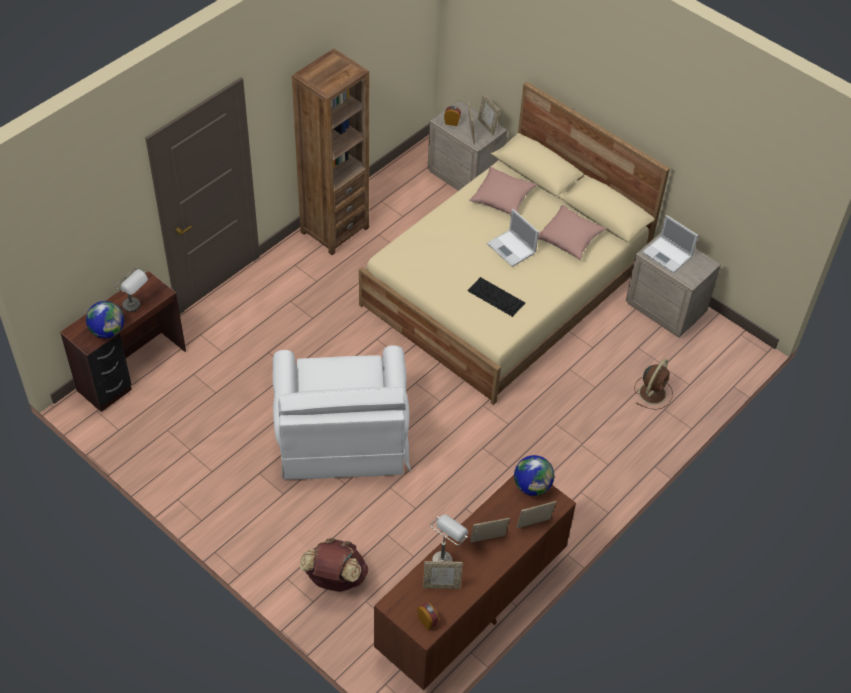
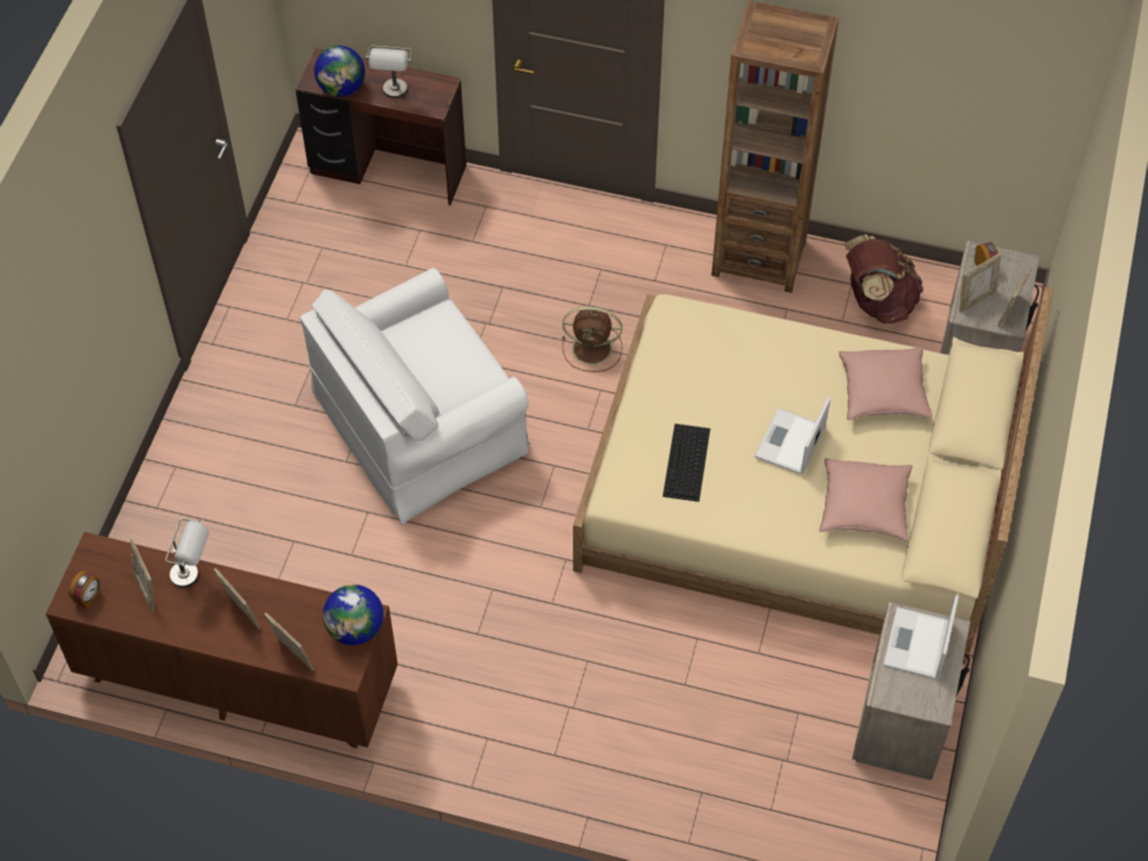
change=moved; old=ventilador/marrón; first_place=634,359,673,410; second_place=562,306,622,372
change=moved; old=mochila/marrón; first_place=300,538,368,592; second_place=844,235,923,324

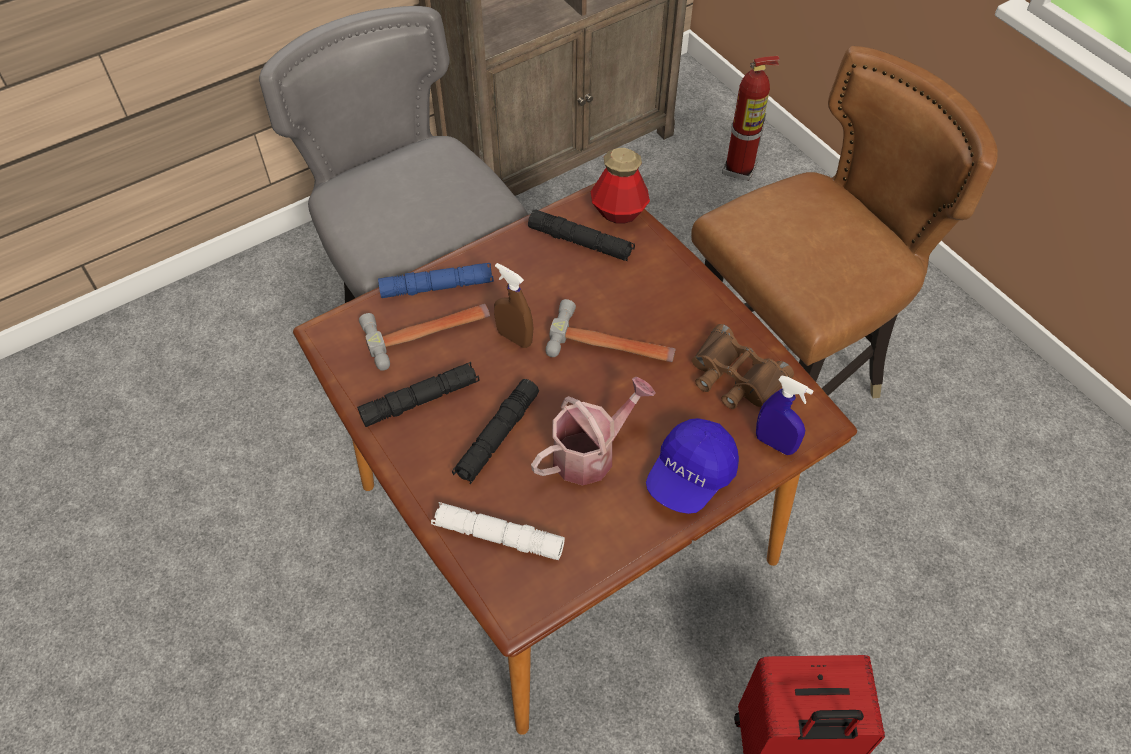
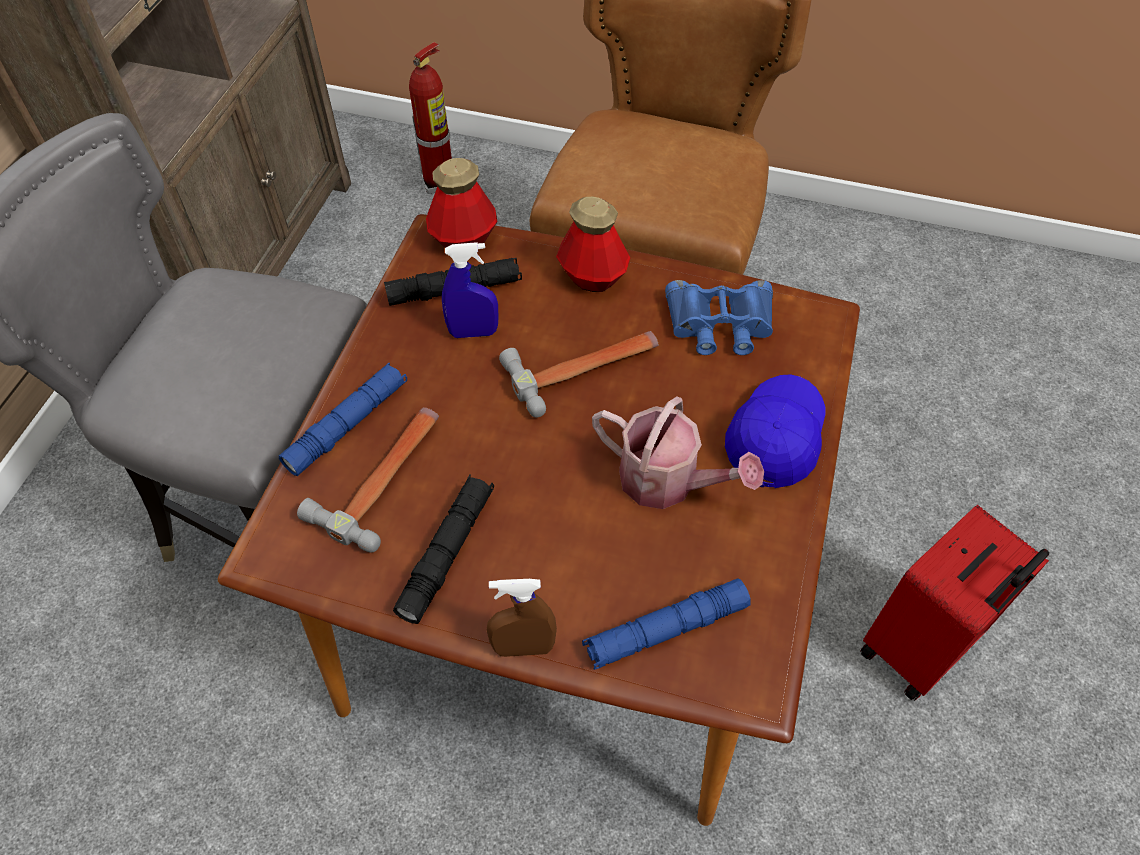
change=moved; old=pulverizador/marrón; first_place=494,263,533,348; second_place=487,579,557,657
change=recoloured; old=prismáticos/marrón; new=prismáticos/azul; first_place=692,324,794,409; second_place=665,280,773,355
change=moved; old=pulverizador/azul; first_place=756,375,813,455; second_place=442,242,499,338
change=turned; old=regadera; first_place=531,376,656,485; second_place=592,396,764,509; degrees=105
change=removed; old=linterna/negro; first_place=452,379,539,484
change=turned; old=gorra/azul; first_place=646,418,739,514; second_place=725,374,825,488; degrees=-150
change=recoloured; old=linterna/blanco; new=linterna/azul; first_place=431,502,565,560; second_place=582,579,751,670
change=added; new=botella; second_place=556,197,630,292

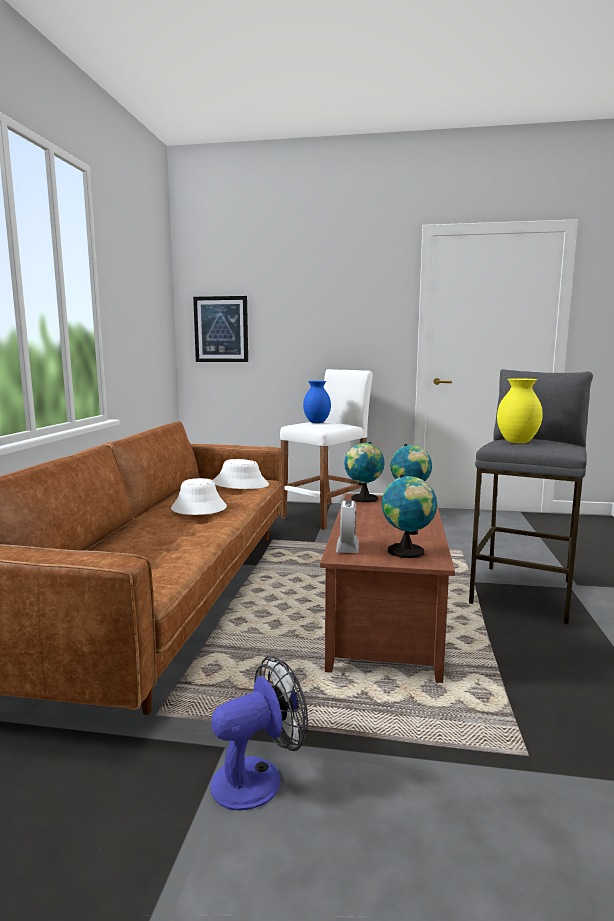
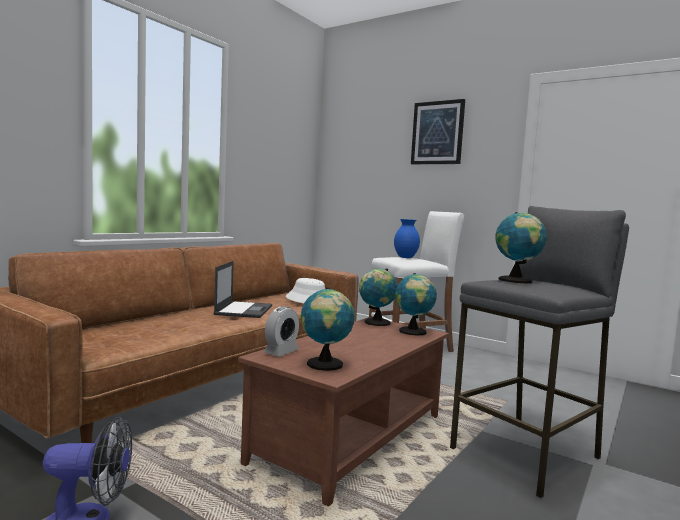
change=moved; old=cuadro; first_place=193,296,248,362; second_place=411,99,465,165
change=replaced; old=florero/amarillo; new=globo terráqueo; first_place=497,378,543,443; second_place=495,212,547,283
change=replaced; old=sombrero/blanco; new=portátil; first_place=171,478,227,515; second_place=214,261,272,318

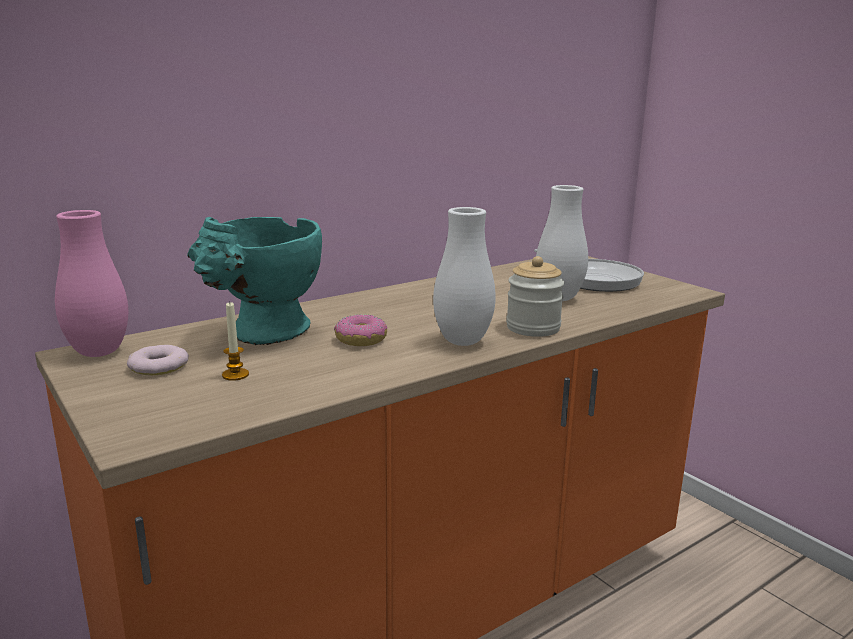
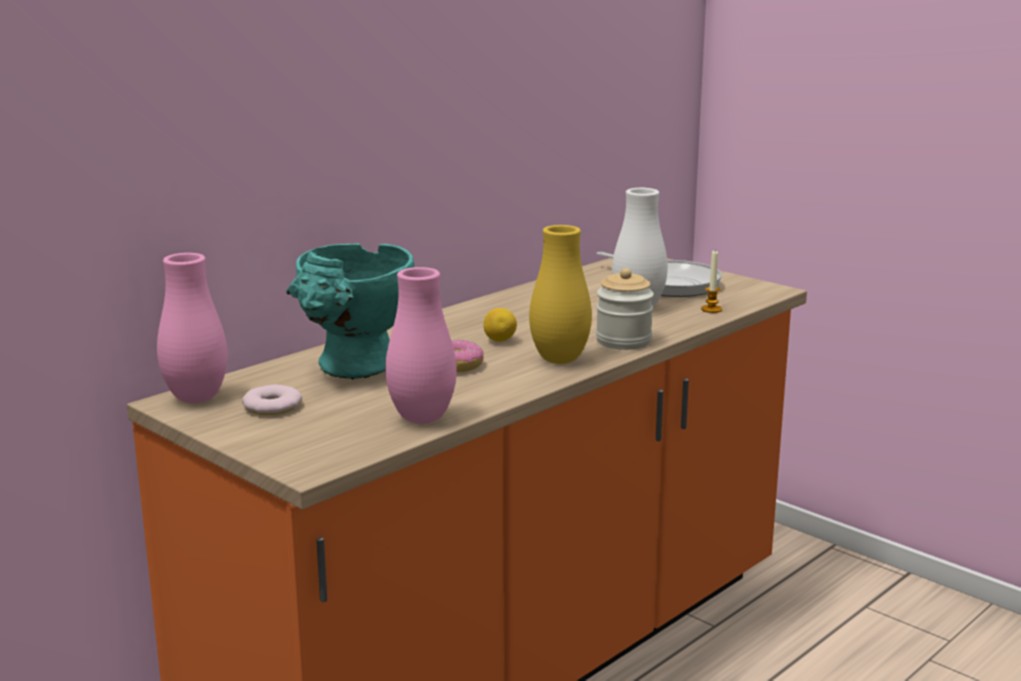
change=recoloured; old=florero/blanco; new=florero/amarillo; first_place=433,207,496,346; second_place=529,225,592,364
change=moved; old=vela; first_place=222,302,249,381; second_place=701,251,722,313
change=added; new=florero/rosa; second_place=385,267,457,424
change=added; new=limón; second_place=483,308,517,342

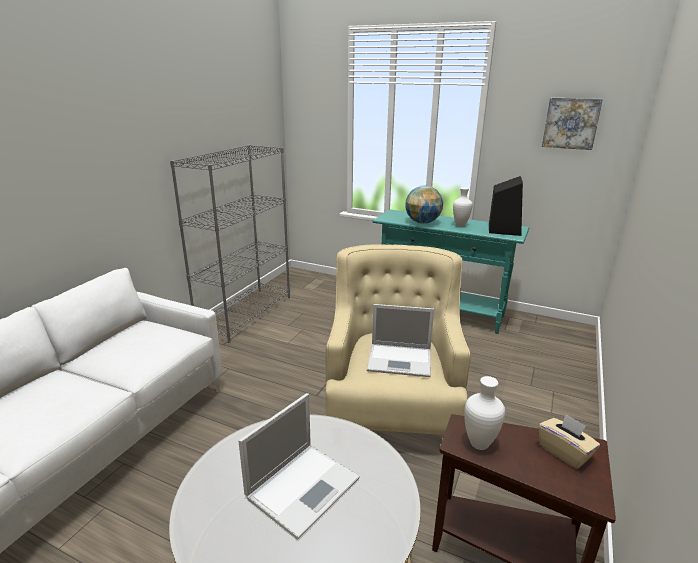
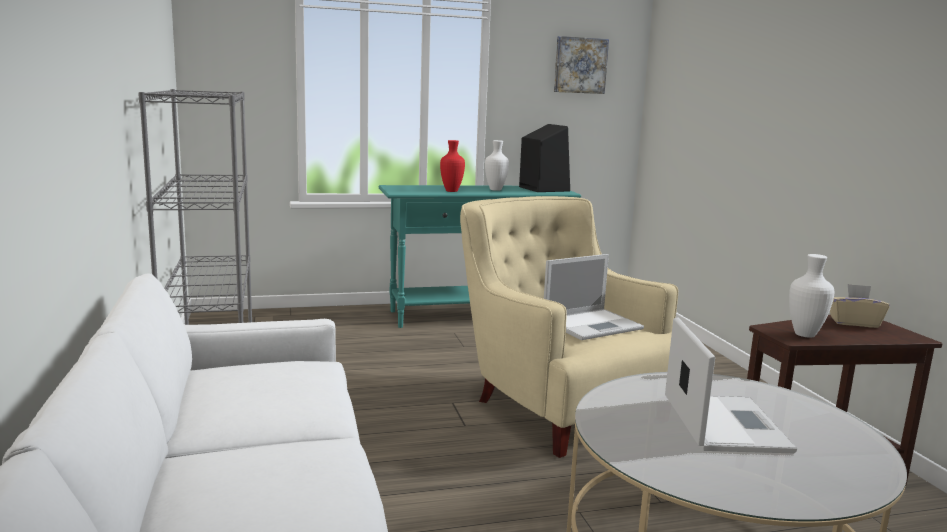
change=replaced; old=globo terráqueo; new=florero/rojo; first_place=405,186,443,224; second_place=440,140,465,192

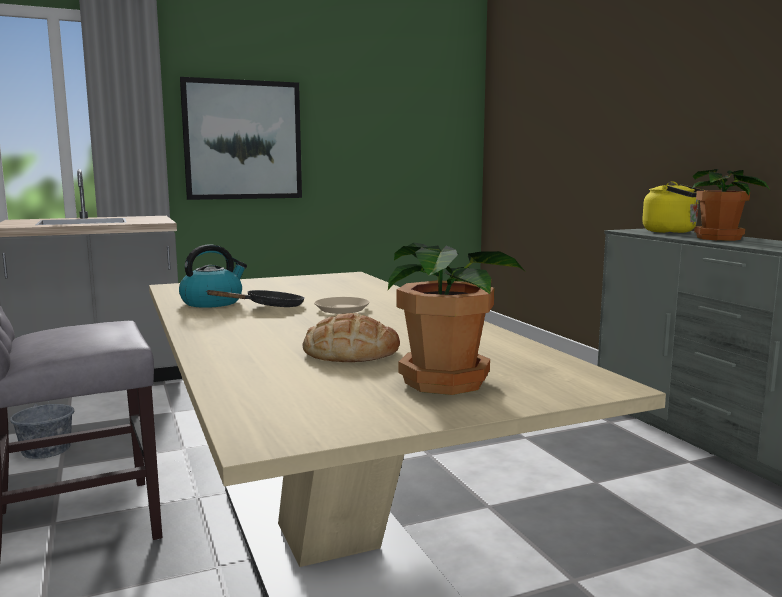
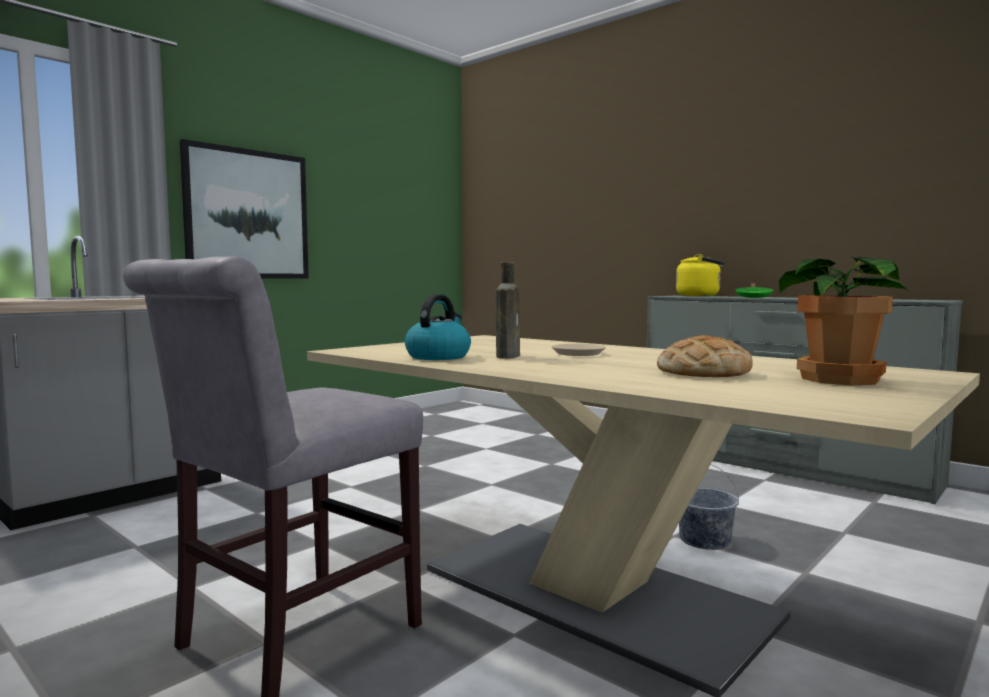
change=replaced; old=planta en maceta; new=sartén/verde; first_place=692,169,770,241; second_place=735,283,774,298
change=replaced; old=sartén/negro; new=botella/marrón; first_place=206,290,304,307; second_place=496,262,520,359
change=moved; old=cubo/gris; first_place=10,401,74,459; second_place=679,464,739,550

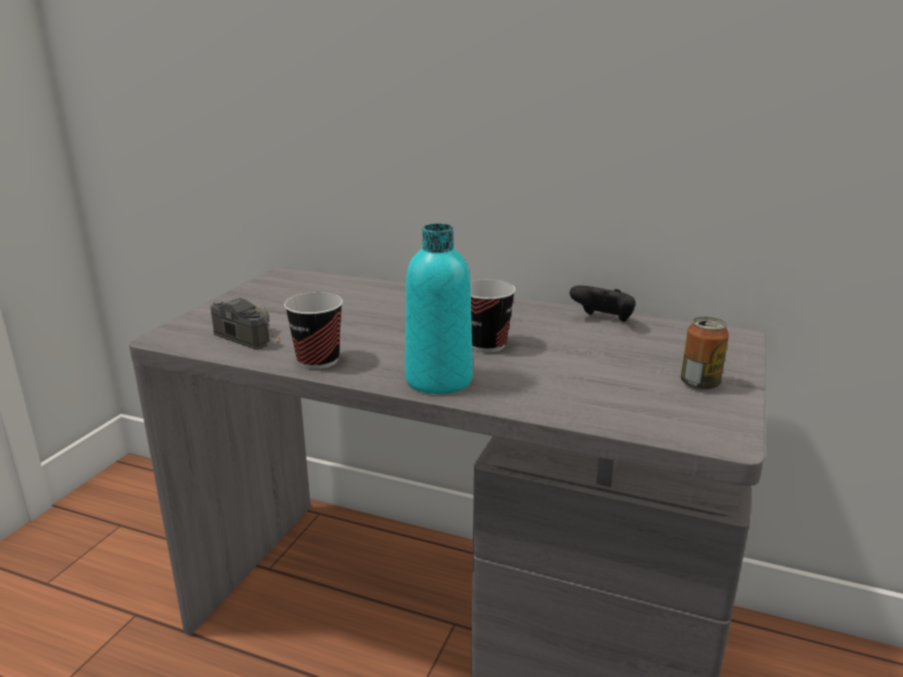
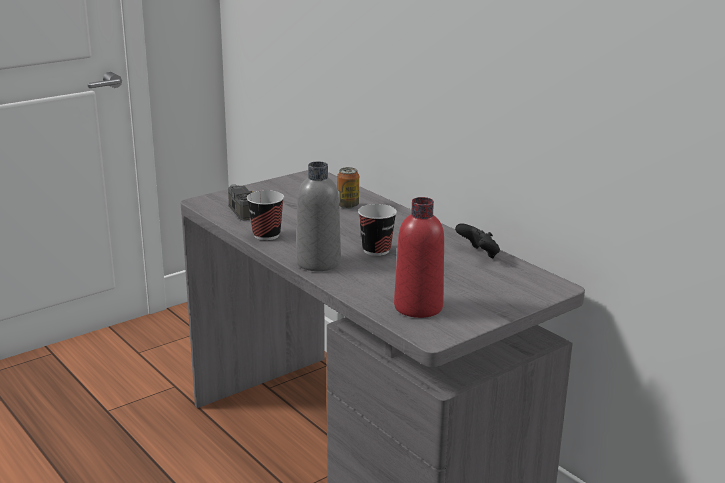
change=recoloured; old=botella/turquesa; new=botella/gris; first_place=405,224,473,394; second_place=296,161,341,271
change=moved; old=lata; first_place=681,317,729,391; second_place=337,167,359,209
change=added; new=botella/rojo; second_place=394,197,444,318

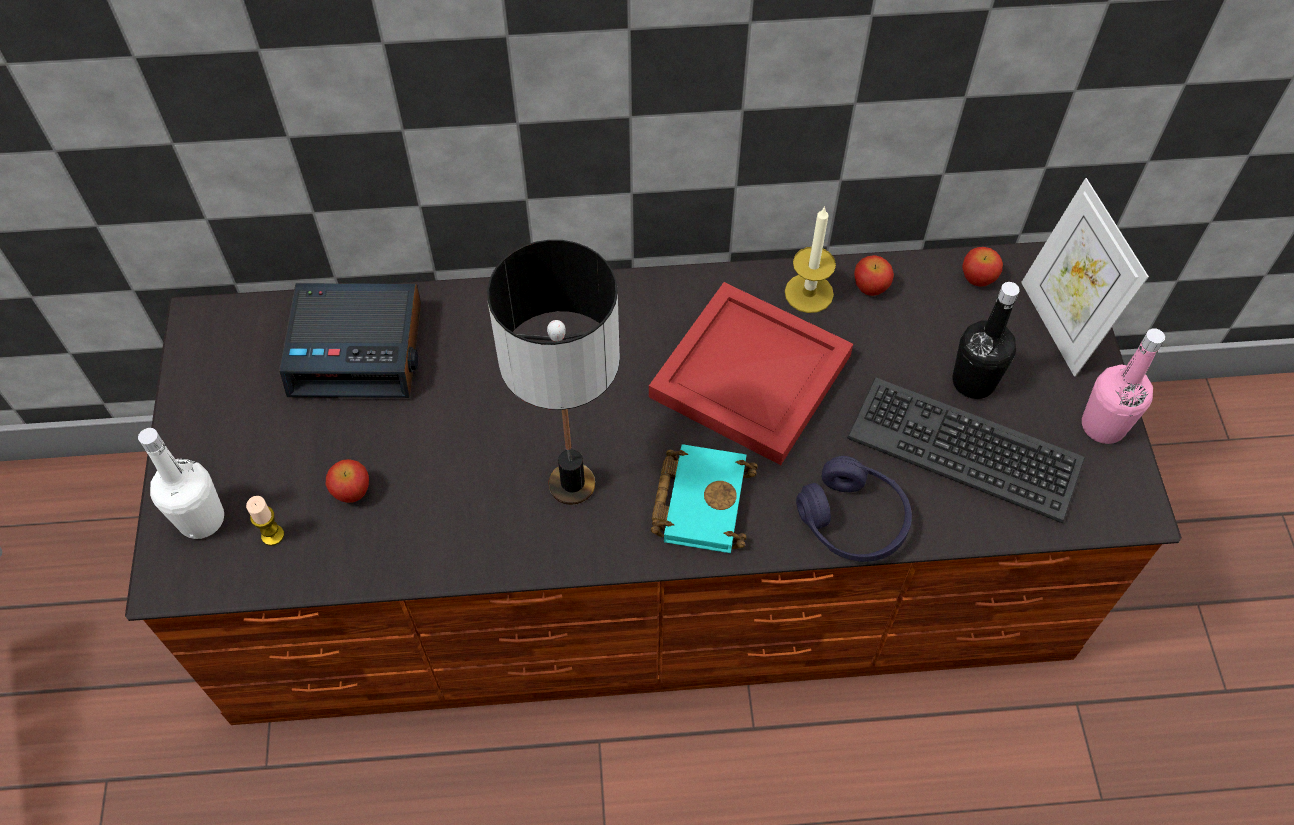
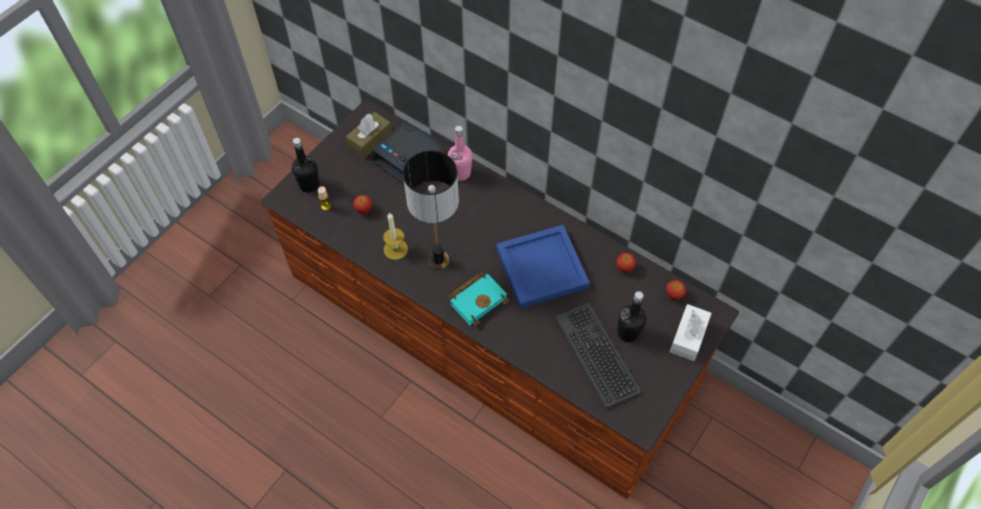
change=replaced; old=portarretratos; new=caja de pañuelos/blanco; first_place=1021,178,1149,377; second_place=670,304,712,361
change=moved; old=vela; first_place=785,206,836,313; second_place=383,212,408,260
change=recoloured; old=bandeja/rojo; new=bandeja/azul; first_place=649,282,853,465; second_place=496,225,590,309
change=moved; old=botella/rosa; first_place=1082,328,1165,444; second_place=448,126,472,181
change=recoloured; old=botella/blanco; new=botella/negro; first_place=138,428,224,539; second_place=292,138,319,193
change=removed; old=auriculares/morado; first_place=796,456,912,562
change=added; new=caja de pañuelos/marrón; second_place=346,112,392,159

